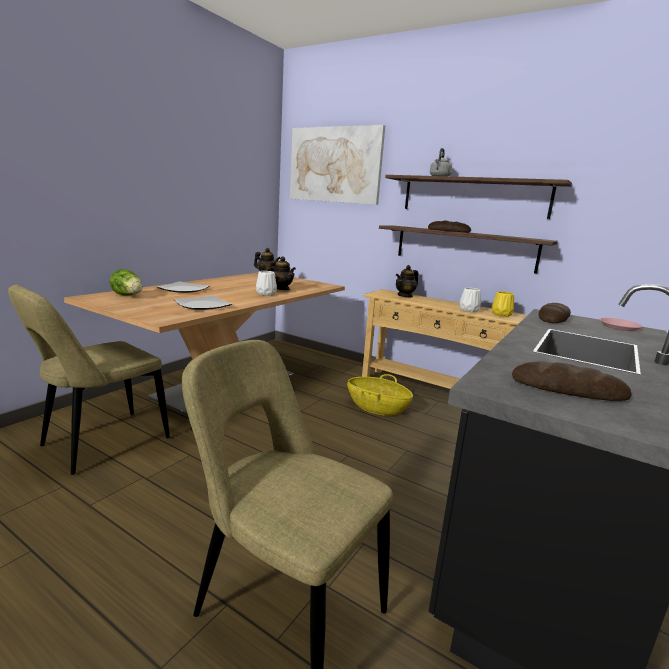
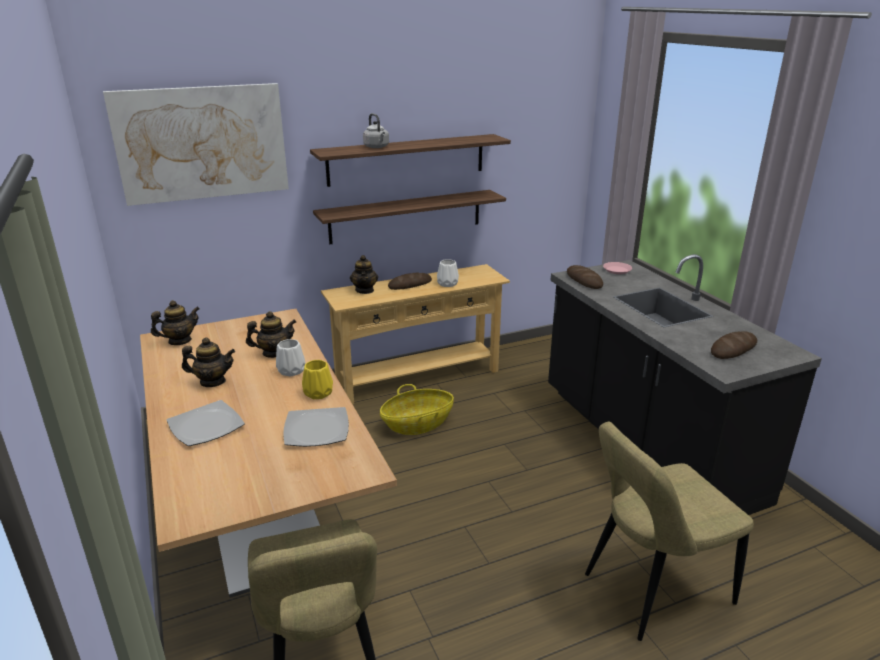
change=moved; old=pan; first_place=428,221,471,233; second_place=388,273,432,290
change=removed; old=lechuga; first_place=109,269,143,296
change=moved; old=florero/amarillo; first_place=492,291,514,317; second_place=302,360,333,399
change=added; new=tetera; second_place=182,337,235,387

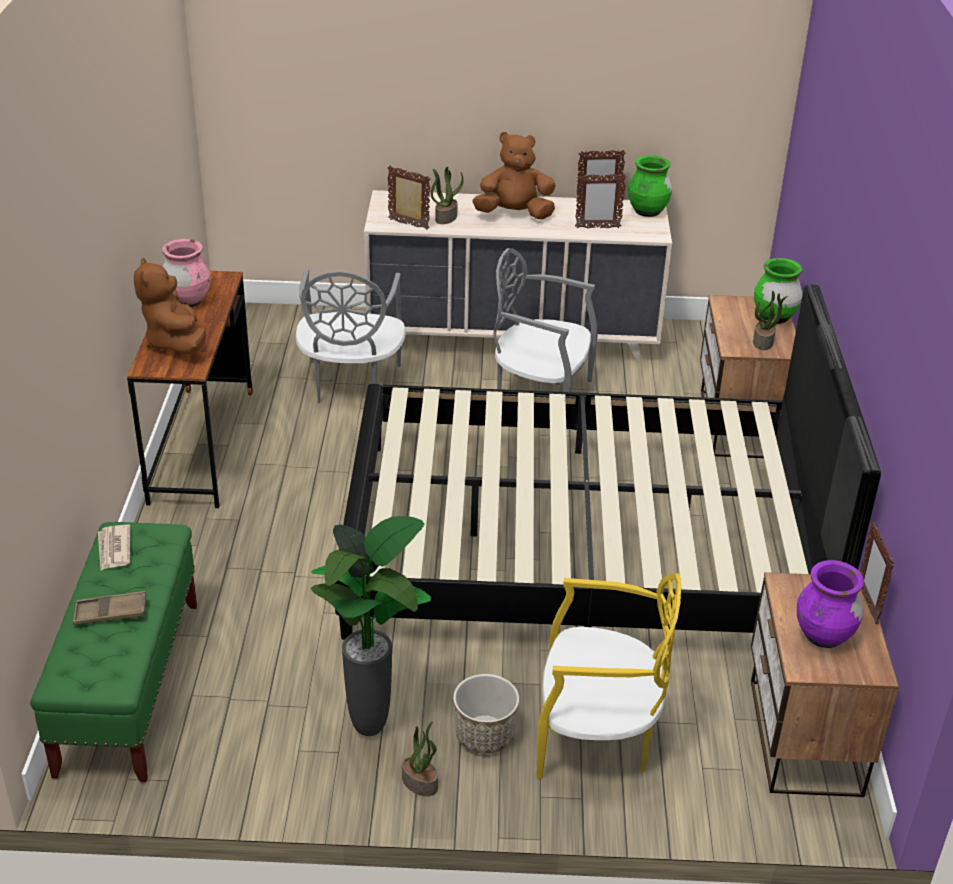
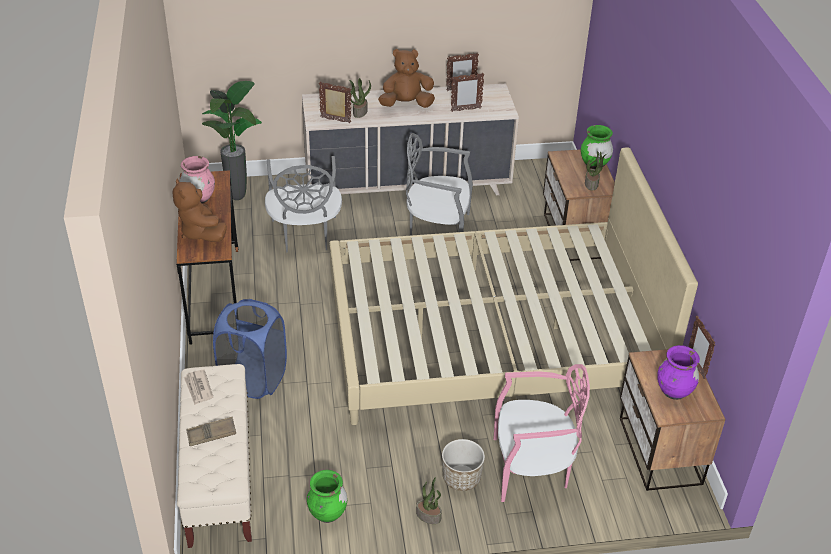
change=moved; old=florero/verde; first_place=628,155,672,217; second_place=307,470,347,523
change=recoloured; old=cama/negro; new=cama/beis; first_place=334,284,881,640; second_place=329,148,698,425
change=moved; old=planta en maceta; first_place=311,516,431,736; second_place=202,81,262,200
change=recoloured; old=banco/verde; new=banco/beis; first_place=30,522,197,782; second_place=177,364,252,548
change=recoloured; old=silla/amarillo; new=silla/rosa; first_place=537,573,681,779; second_place=494,364,590,502
change=added; new=cesto de la ropa/azul; second_place=213,299,287,399

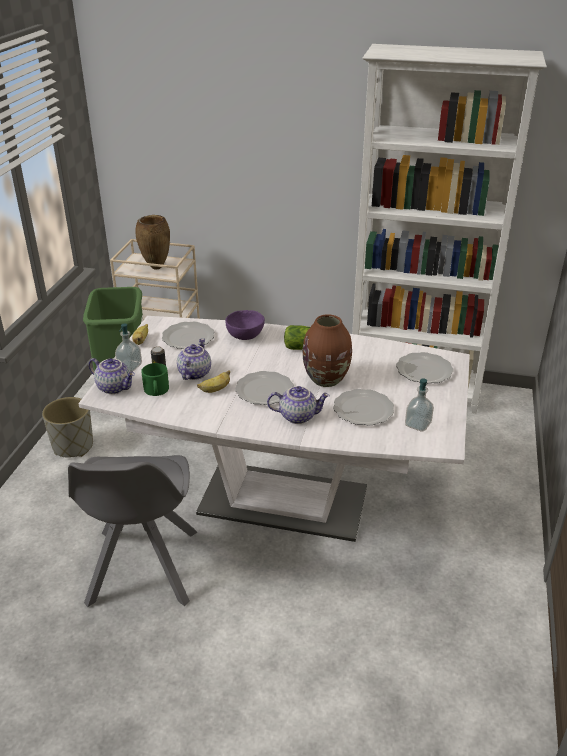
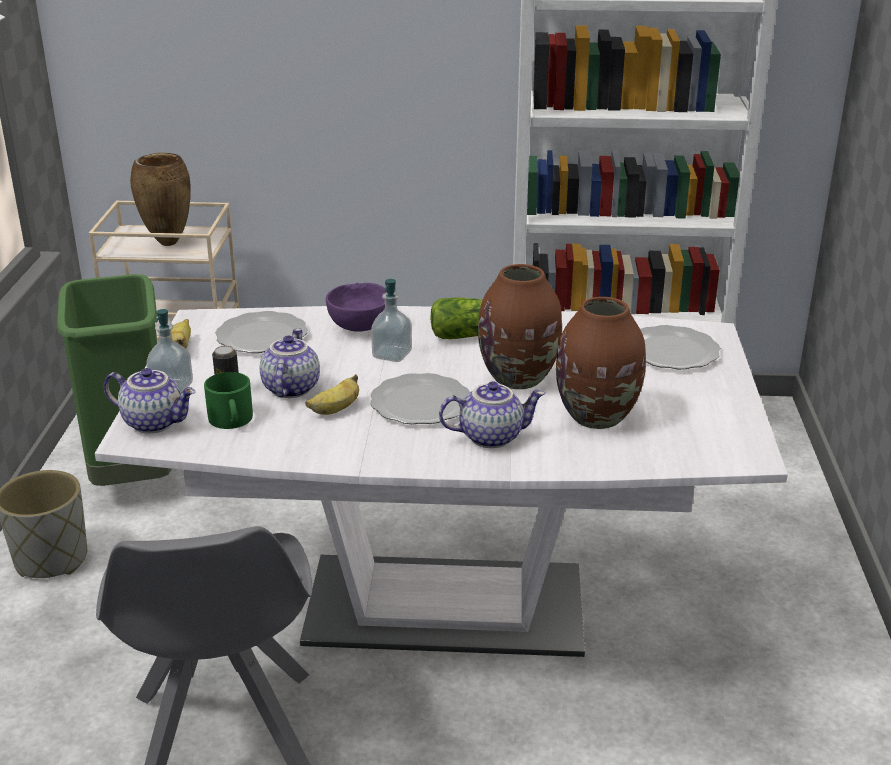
change=moved; old=dispensador de jabón; first_place=405,378,434,432; second_place=371,279,412,362
change=replaced; old=plato; new=florero/marrón; first_place=333,389,394,426; second_place=556,297,646,429

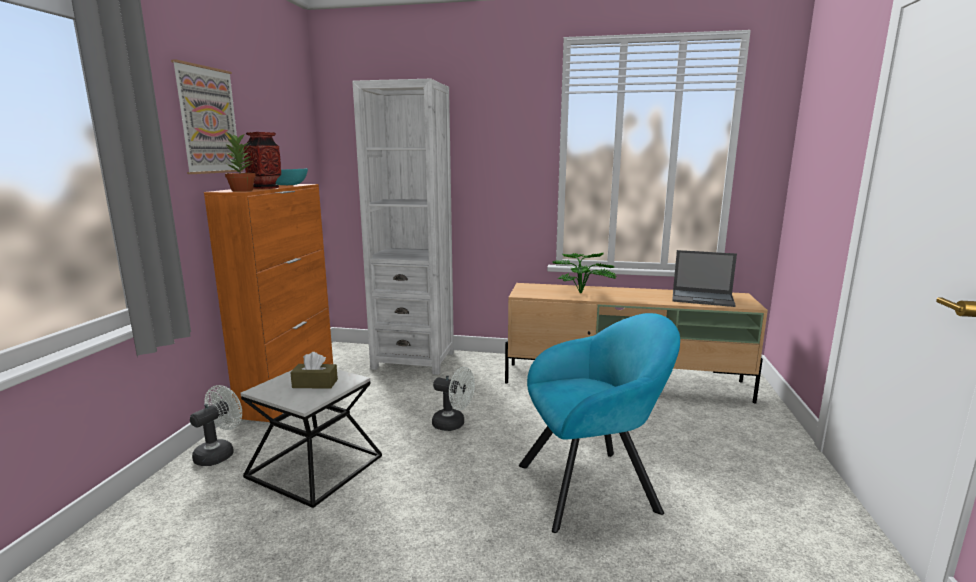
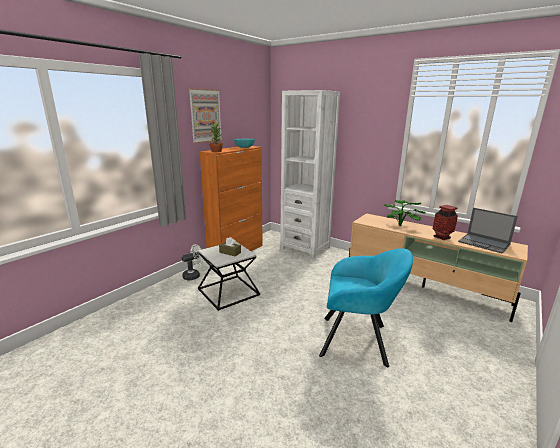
change=moved; old=florero; first_place=244,132,281,189; second_place=433,205,458,240
change=removed; old=ventilador/blanco; first_place=432,367,475,431

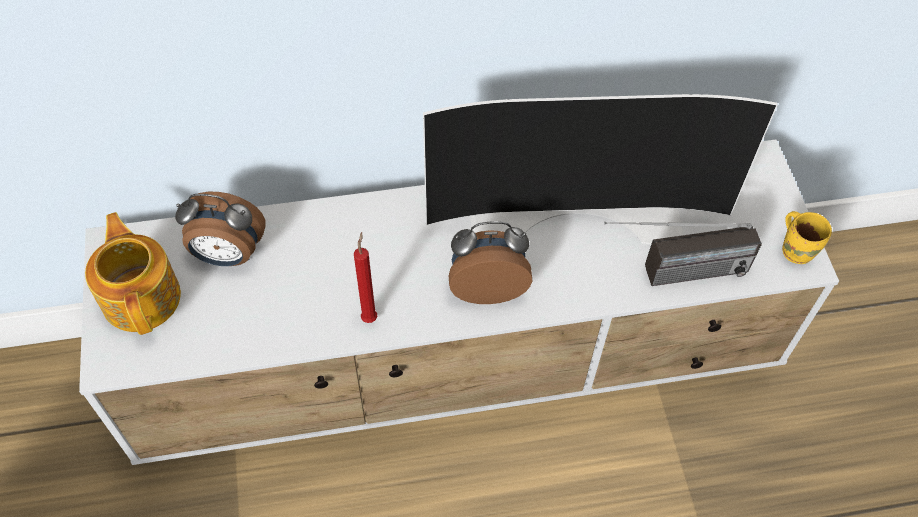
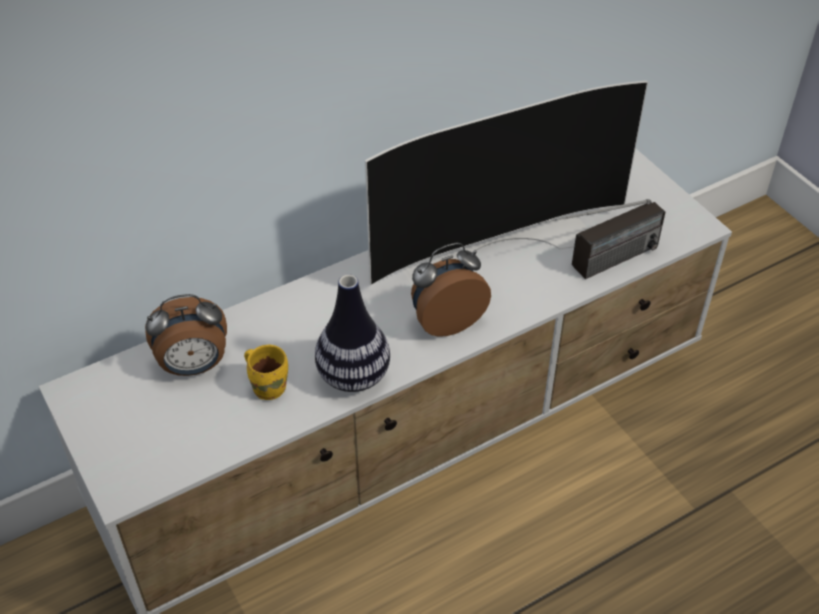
change=moved; old=taza grande/amarillo; first_place=782,211,832,264; second_place=244,345,288,400
change=removed; old=tetera; first_place=85,212,181,335
change=replaced; old=vela/rojo; new=florero; first_place=354,232,377,323; second_place=315,275,390,392

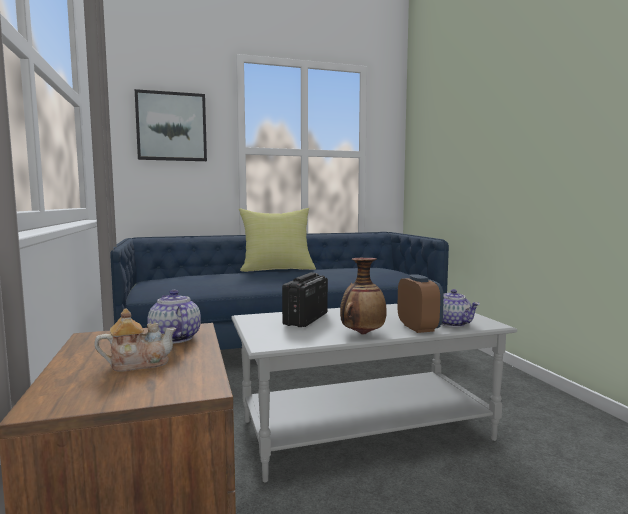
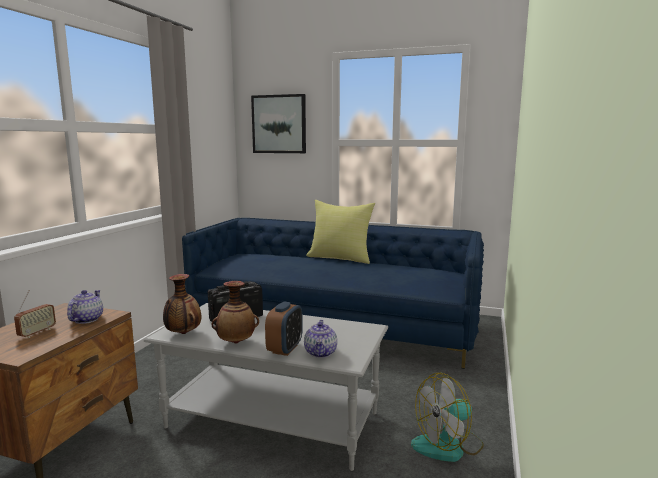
change=replaced; old=tetera; new=radio; first_place=94,308,177,371; second_place=14,290,56,338
change=added; new=florero; second_place=163,274,201,334
change=added; new=ventilador; second_place=411,373,484,462

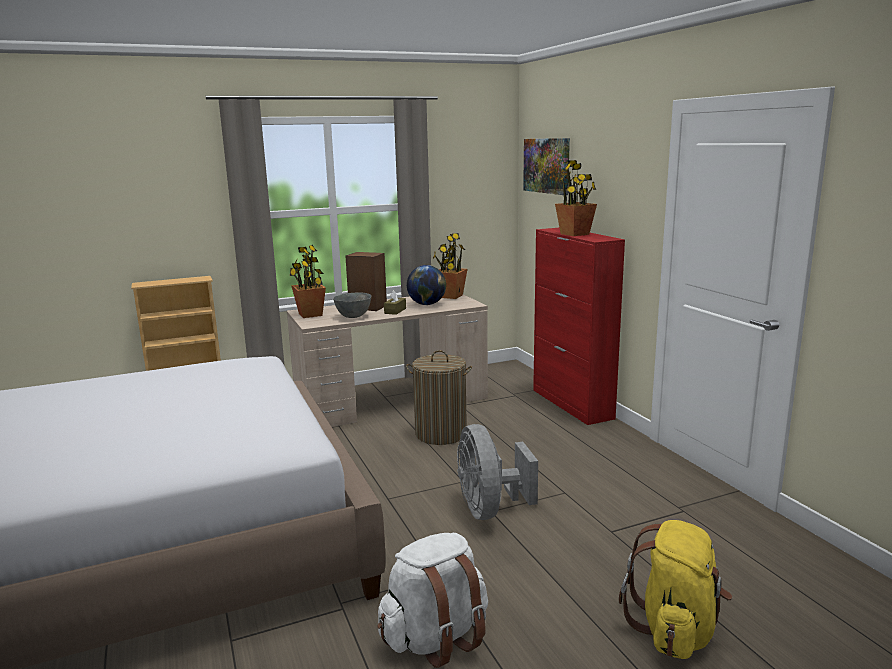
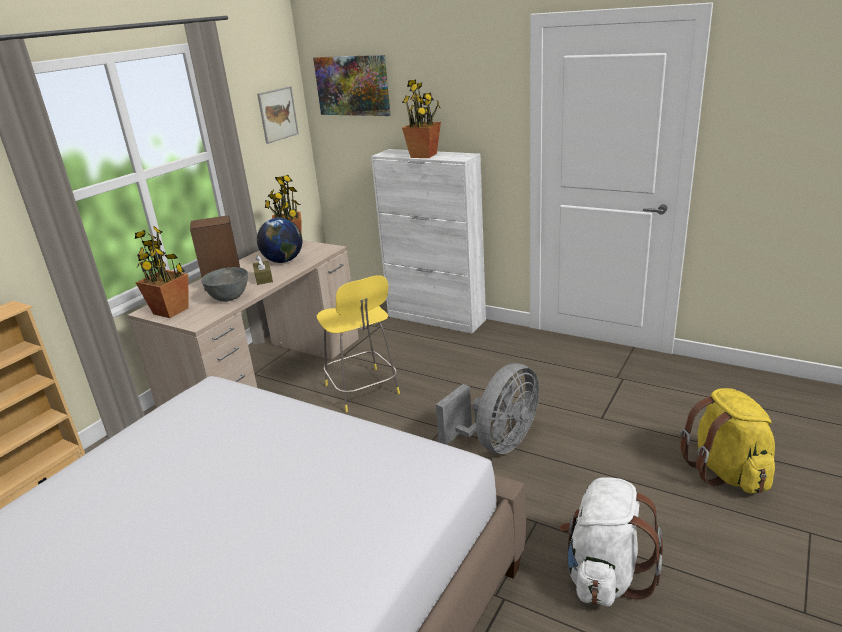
change=recoloured; old=armario/rojo; new=armario/blanco; first_place=533,228,625,425; second_place=371,149,486,334
change=replaced; old=cesto de la ropa; new=taburete/amarillo; first_place=406,350,472,445; second_place=317,275,400,412
change=turned; old=ventilador/gris; first_place=457,424,538,520; second_place=436,363,539,454; degrees=-90
change=added; new=cuadro; second_place=257,86,299,144

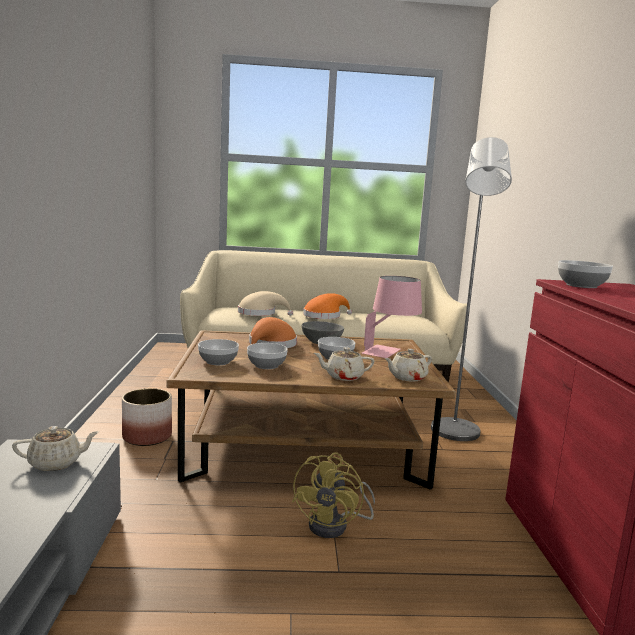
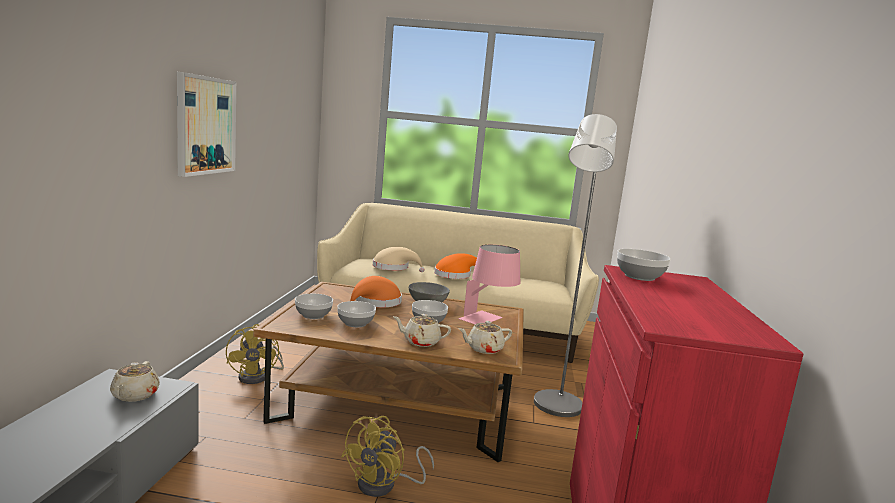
change=replaced; old=maceta; new=ventilador/amarillo; first_place=122,388,172,446; second_place=226,324,284,384
change=turned; old=tetera/beis; first_place=12,426,99,471; second_place=110,361,160,402; degrees=90
change=added; new=cuadro; second_place=177,72,236,177

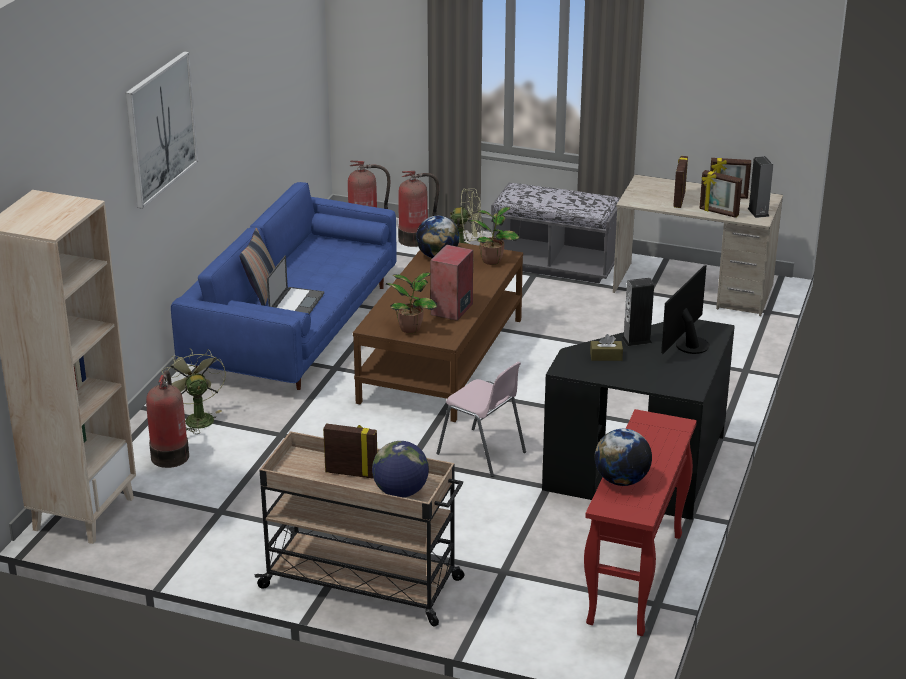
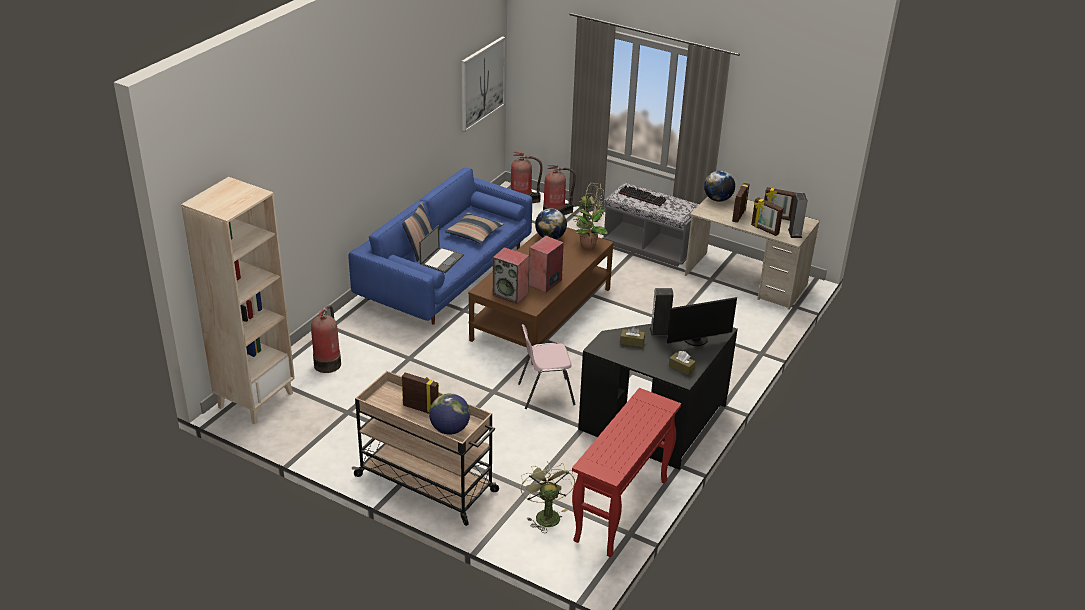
change=moved; old=cuadro; first_place=125,52,198,209; second_place=461,36,505,132
change=turned; old=monitor; first_place=661,265,710,354; second_place=667,297,737,346; degrees=-150
change=replaced; old=planta en maceta; new=altavoz; first_place=386,272,437,333; second_place=493,247,529,304
change=moved; old=ventilador/verde; first_place=162,348,226,434; second_place=521,463,575,533
change=turned; old=silla/rosa; first_place=436,362,526,477; second_place=518,324,576,409; degrees=120
change=moved; old=globo terráqueo; first_place=595,429,652,486; second_place=704,171,735,202
change=added; new=teclado; second_place=619,185,666,206
change=added; new=cojín; second_place=444,212,504,244
change=added; new=caja de pañuelos/marrón; second_place=669,351,696,375

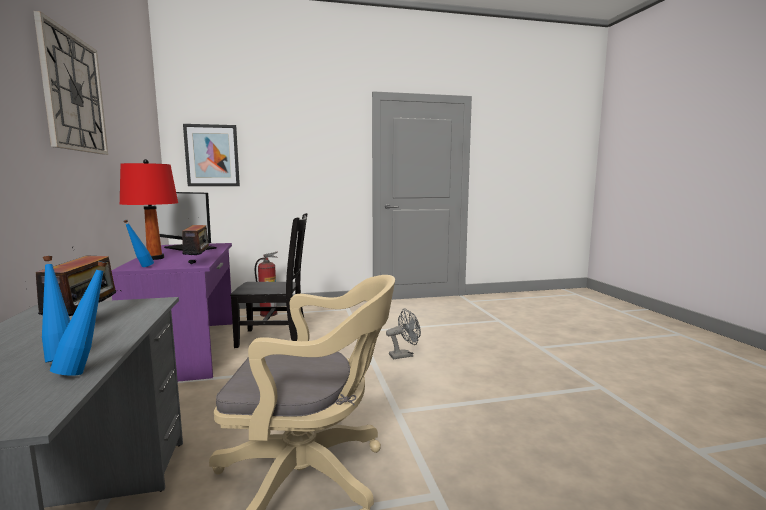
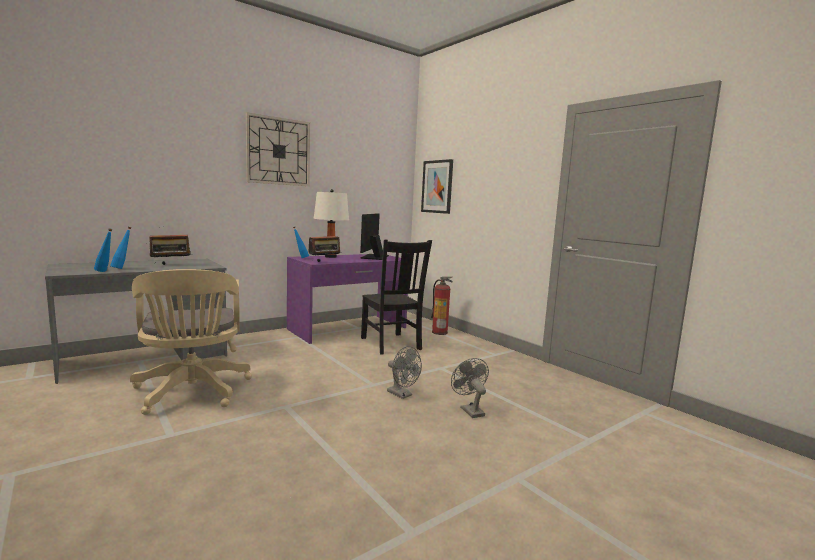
change=recoloured; old=lámpara de mesa/rojo; new=lámpara de mesa/blanco; first_place=120,159,178,260; second_place=313,189,349,258
change=added; new=ventilador/gris; second_place=451,358,489,418

